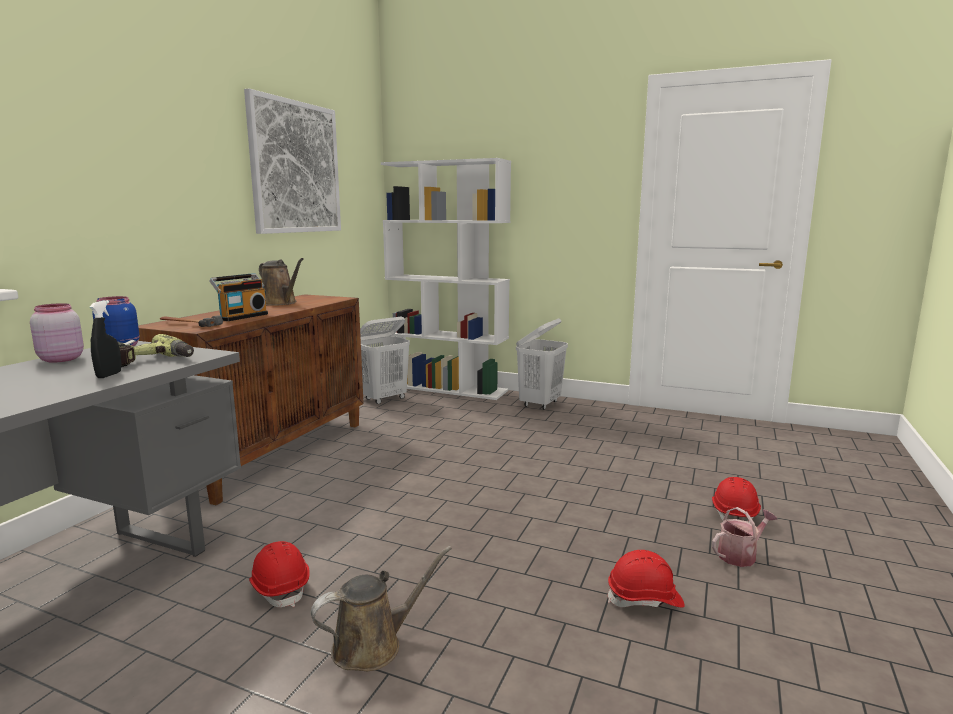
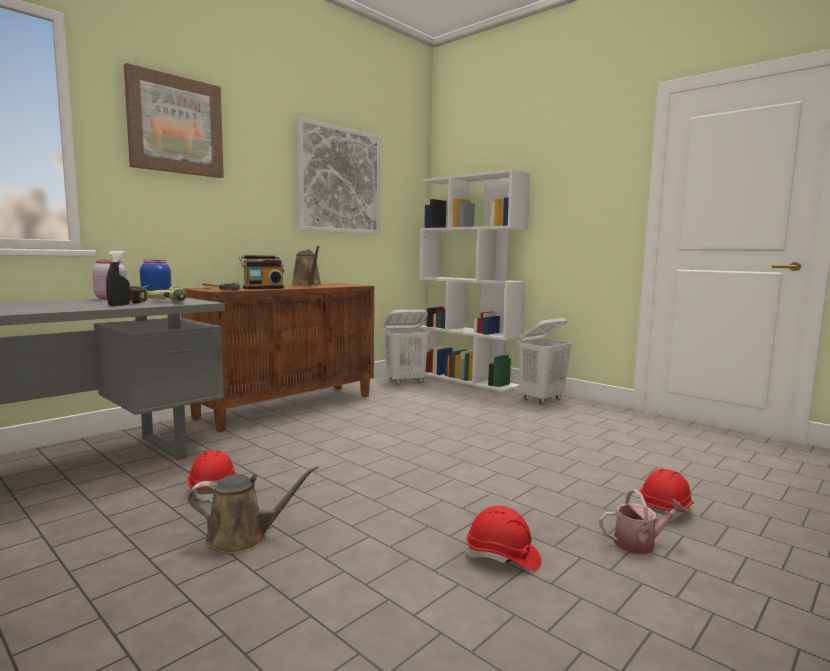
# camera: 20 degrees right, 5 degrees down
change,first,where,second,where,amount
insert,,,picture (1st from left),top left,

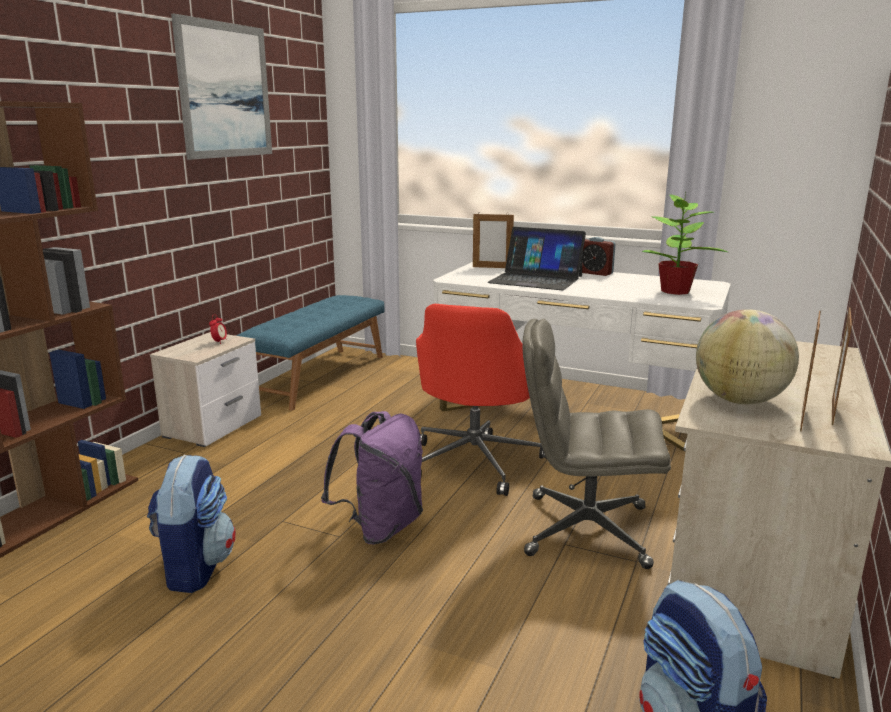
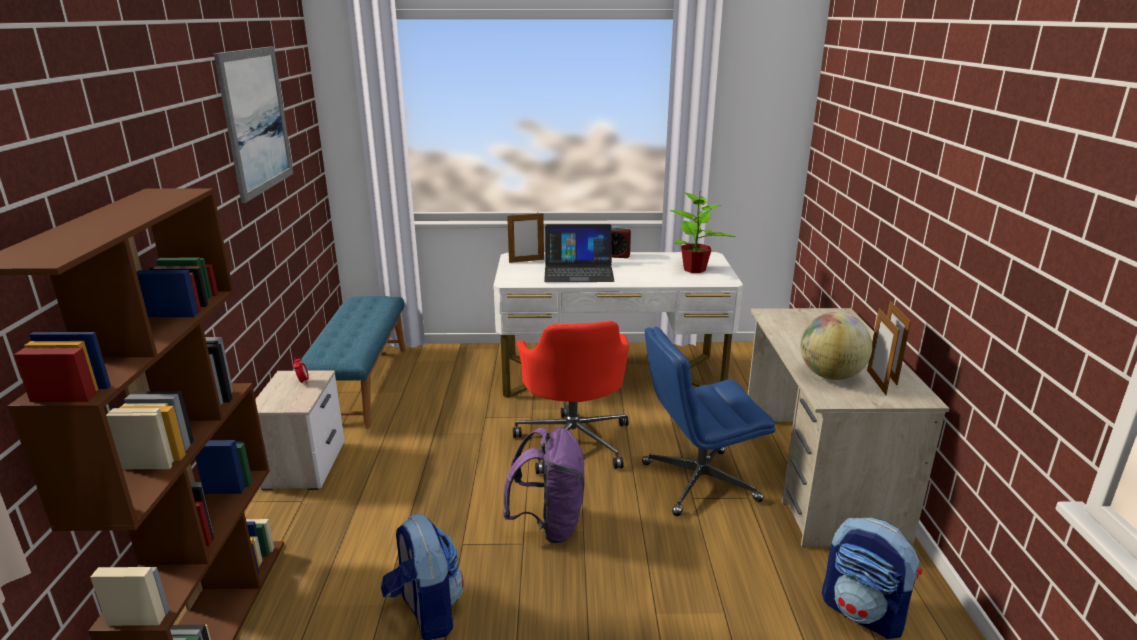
# camera: 25 degrees left, 5 degrees up
change,first,where,second,where,amount
recolor,grey office chair,middle right,blue office chair,centre,

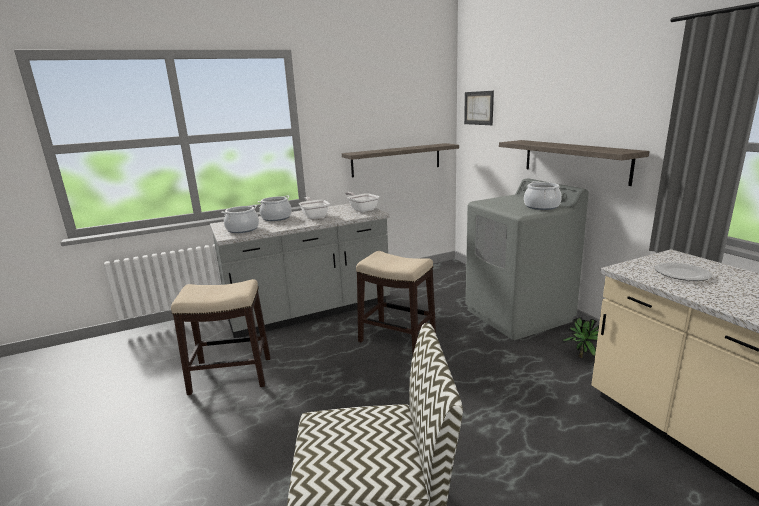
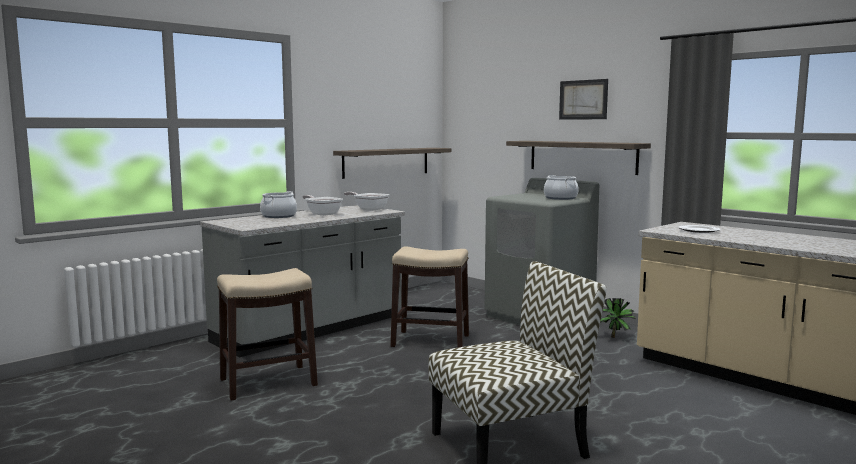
# camera: 20 degrees left, 10 degrees down
change,first,where,second,where,amount
delete,cooking pot (1st from left),middle left,,,
move,picture,top centre,,top right,

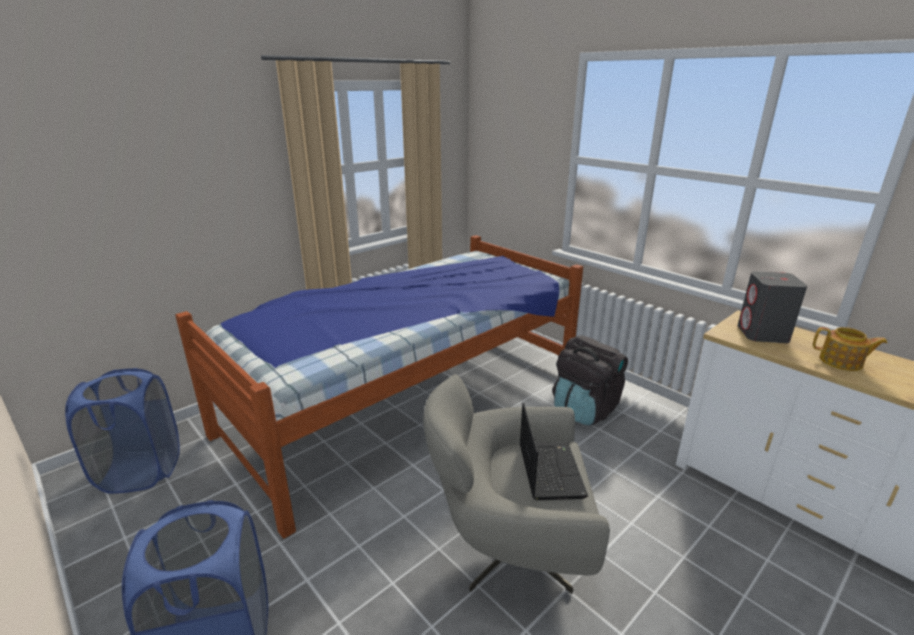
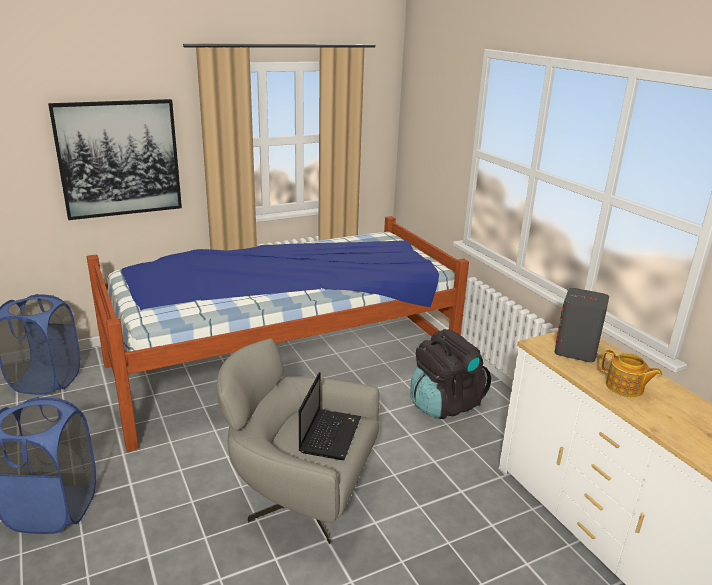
# camera: 15 degrees right, 0 degrees up
change,first,where,second,where,amount
insert,,,picture,top left,

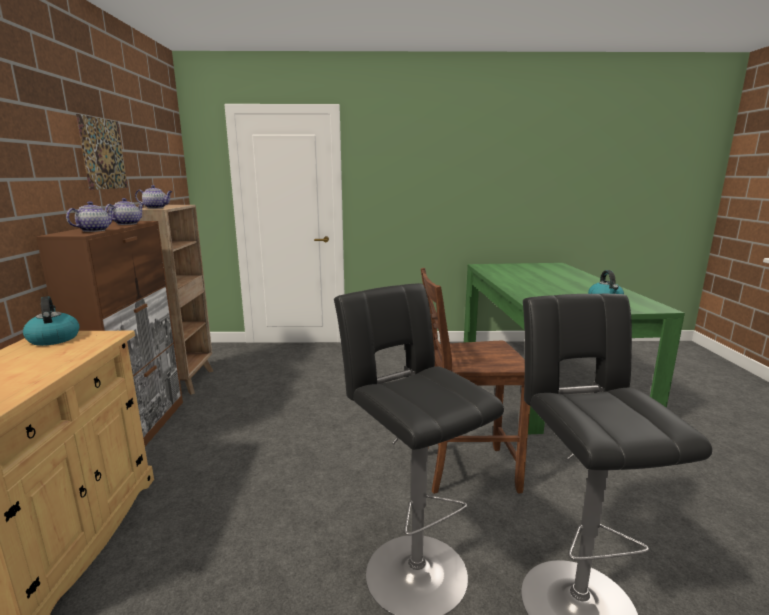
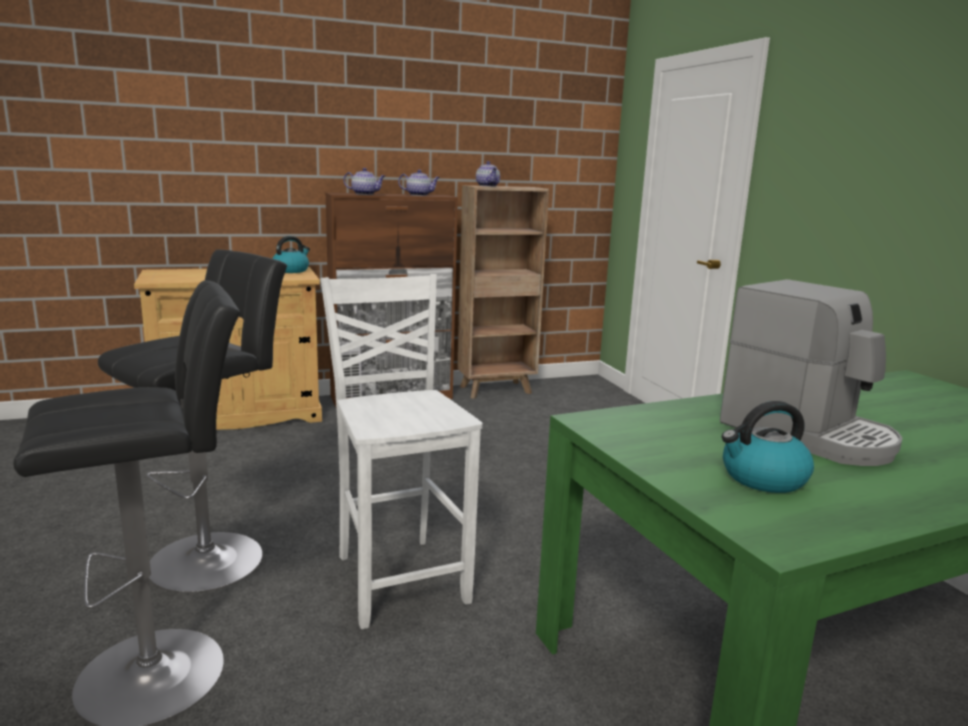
# camera: 70 degrees right, 0 degrees up
change,first,where,second,where,amount
delete,picture,top left,,,
insert,,,coffee machine,middle right,
recolor,brown chair,centre,white chair,centre,

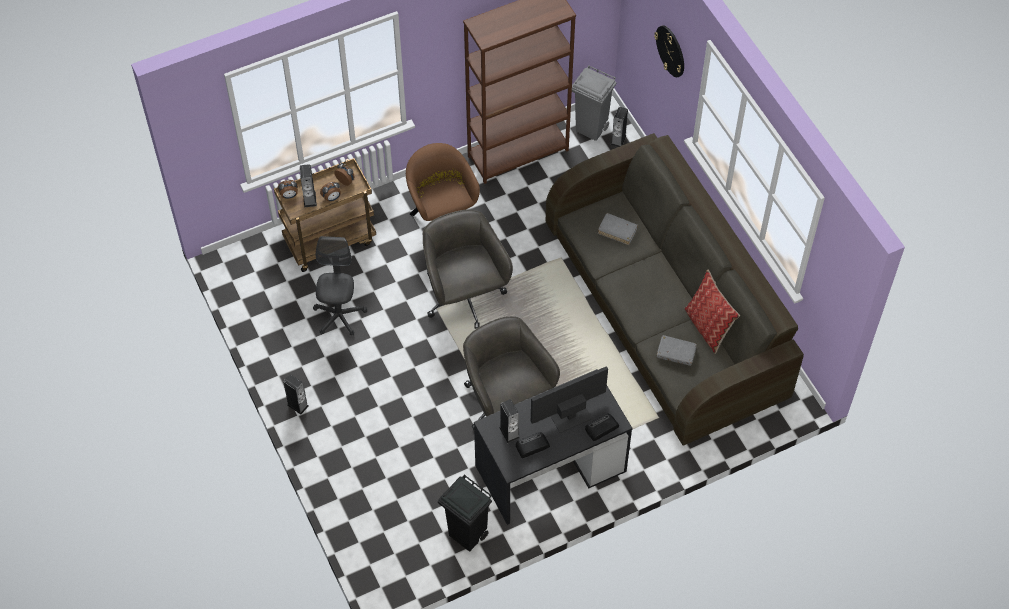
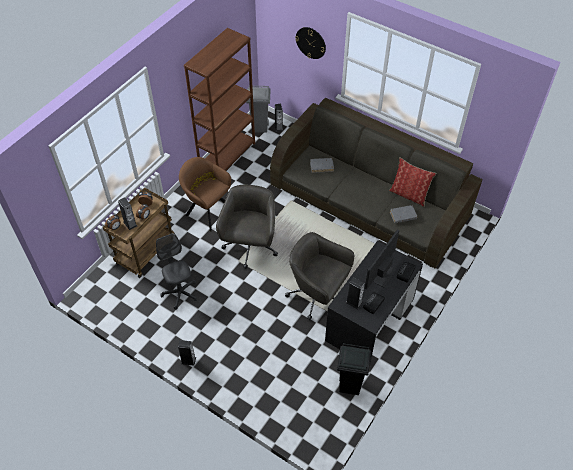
# camera: 30 degrees left, 5 degrees down
change,first,where,second,where,amount
rotate,grey office chair (2nd from left),centre,,centre,60 degrees clockwise

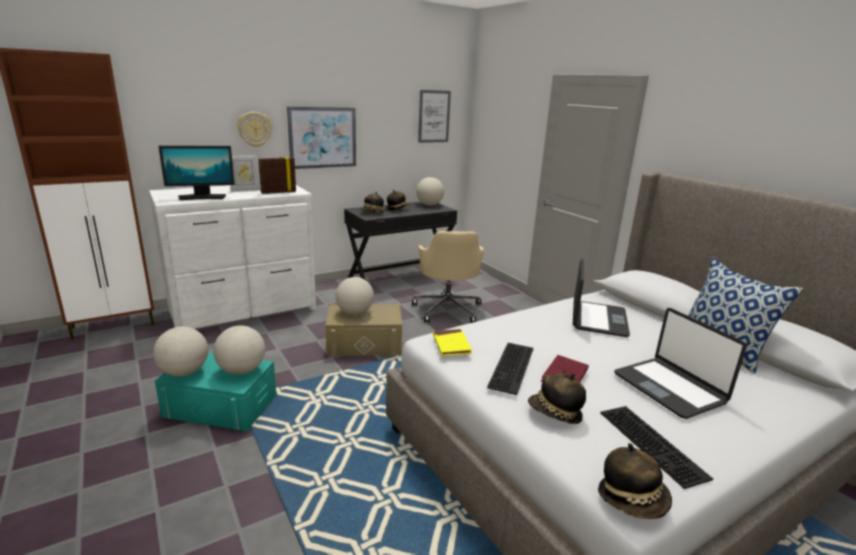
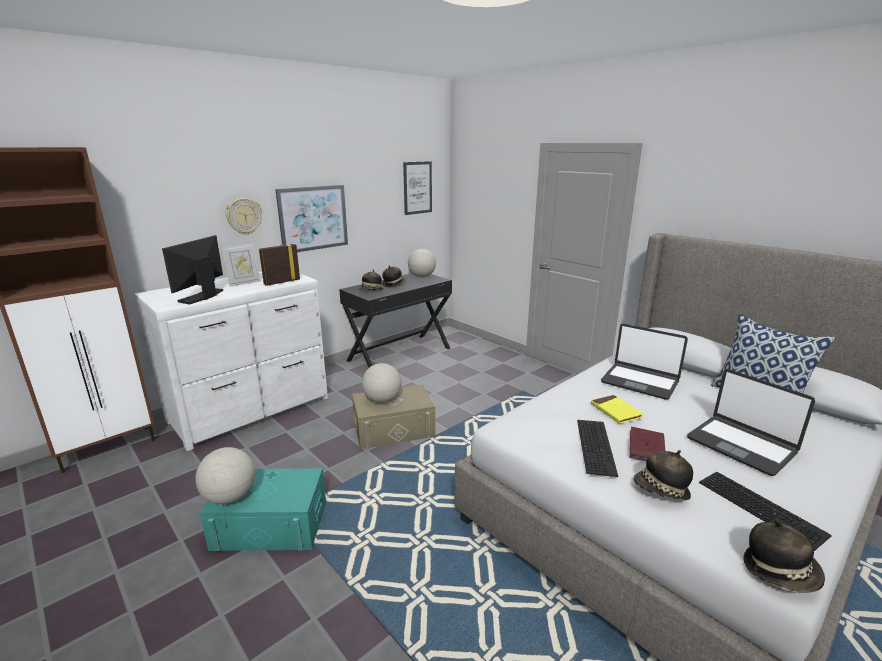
# camera: 10 degrees left, 0 degrees up
change,first,where,second,where,amount
delete,globe (2nd from left),middle left,,,
delete,beige office chair,centre,,,
move,yellow book,centre,,middle right,
rotate,monitor,top left,,middle left,135 degrees clockwise
rotate,laptop (1st from left),middle right,,middle right,120 degrees clockwise

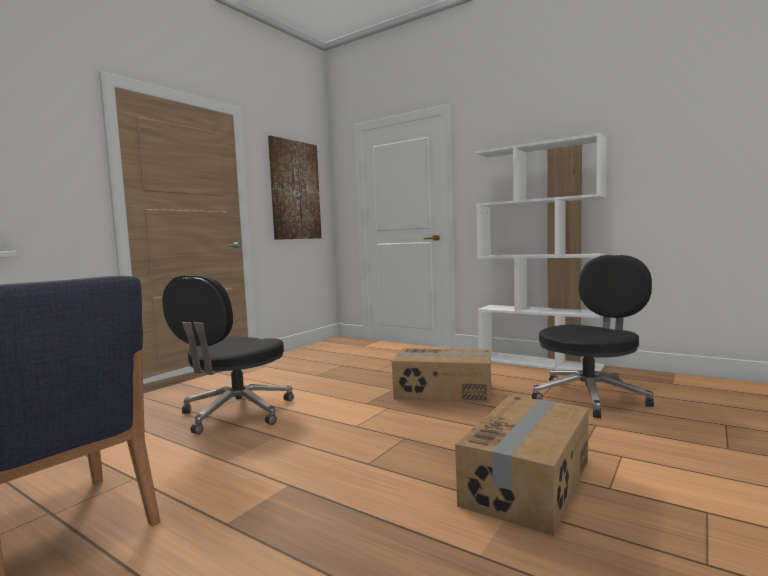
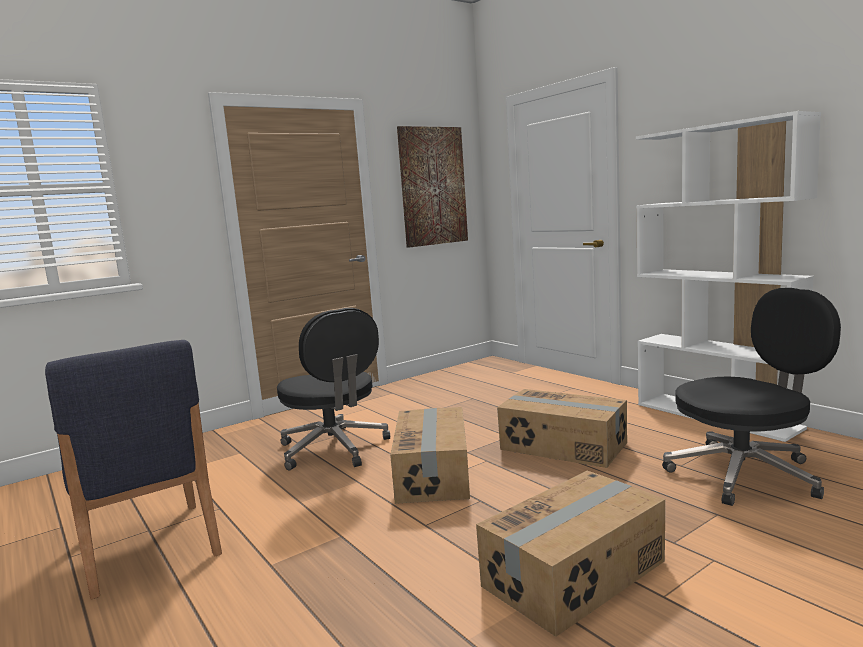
# camera: 20 degrees right, 5 degrees up
change,first,where,second,where,amount
insert,,,cardboard box (1st from left),bottom centre,
rotate,black office chair (1st from left),middle left,,centre,75 degrees counterclockwise

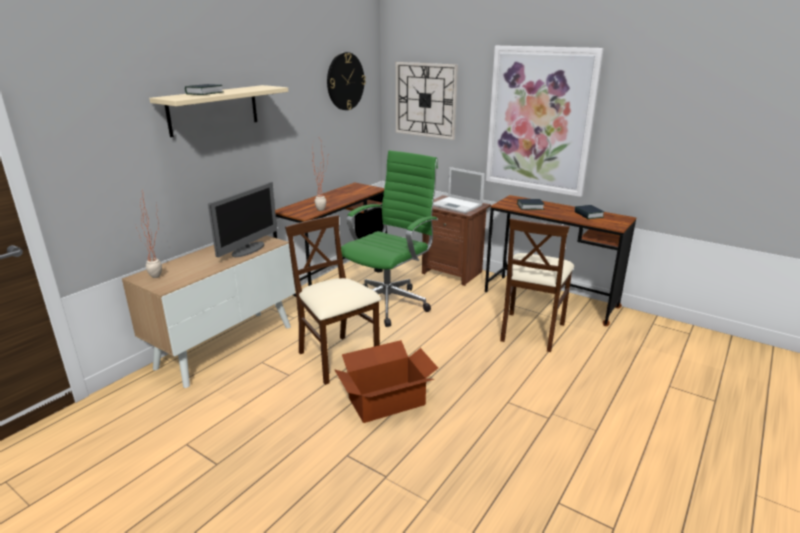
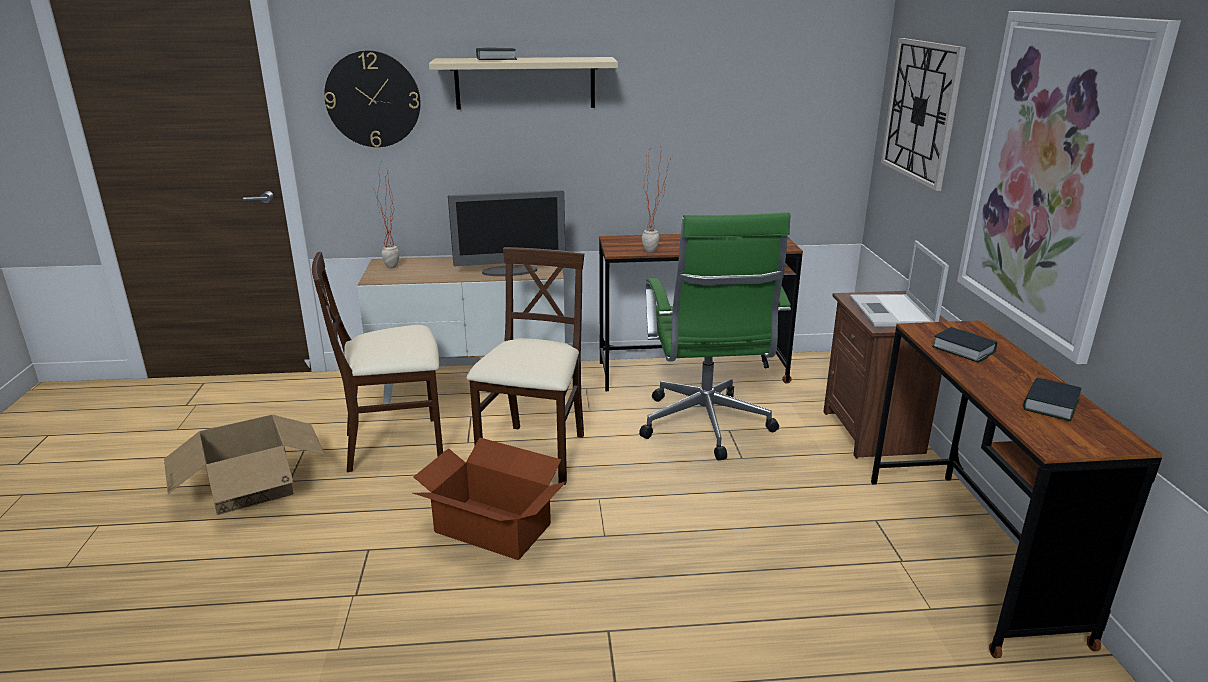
# camera: 50 degrees right, 0 degrees up
change,first,where,second,where,amount
insert,,,cardboard box (1st from left),bottom left,
move,wall clock (1st from left),top centre,,top left,
move,beige chair (2nd from left in the first image),middle right,beige chair (1st from left),middle left,
rotate,green office chair,centre,,centre,90 degrees clockwise

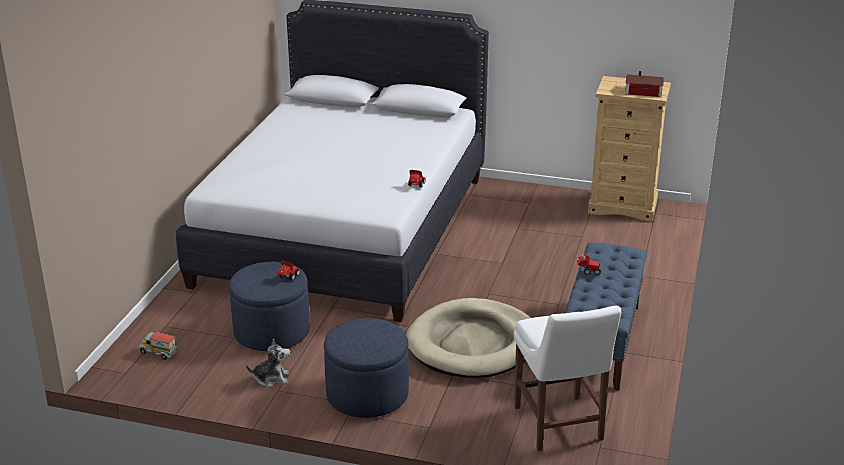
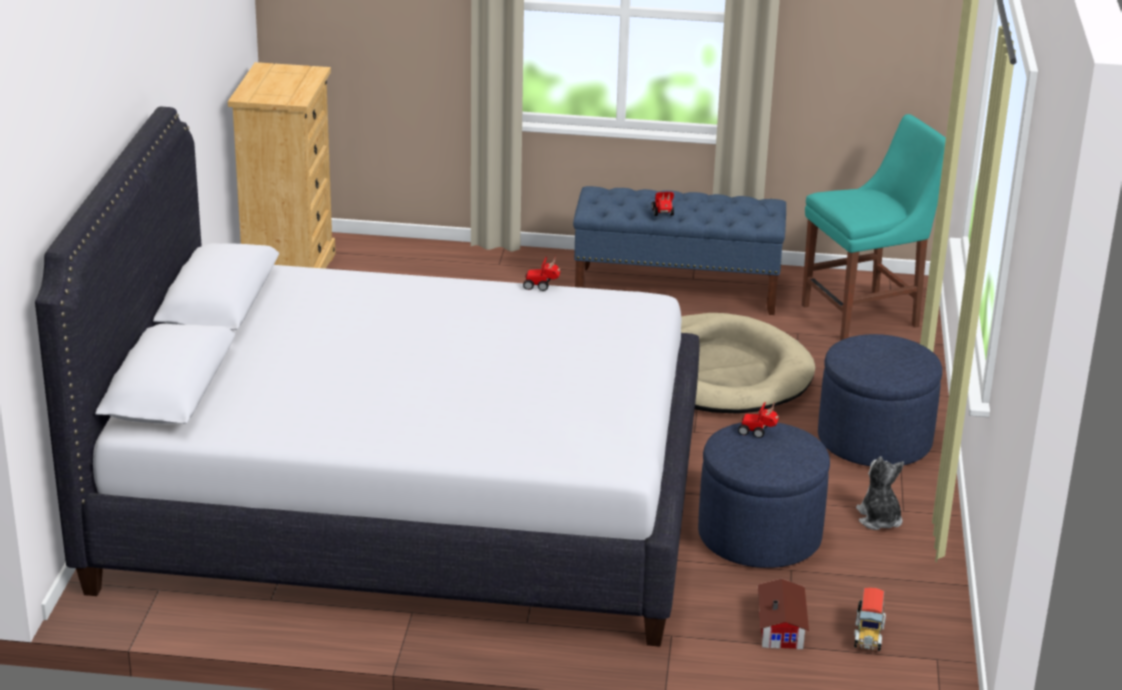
# camera: 100 degrees left, 0 degrees up
change,first,where,second,where,amount
move,toy house,top right,,bottom right,
recolor,white chair,bottom right,turquoise chair,top right,

